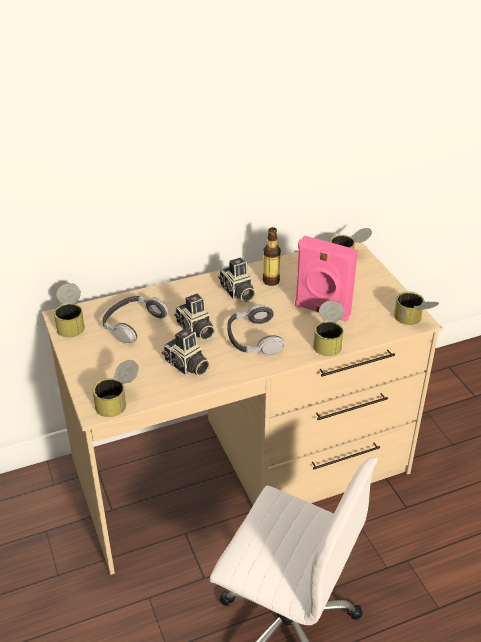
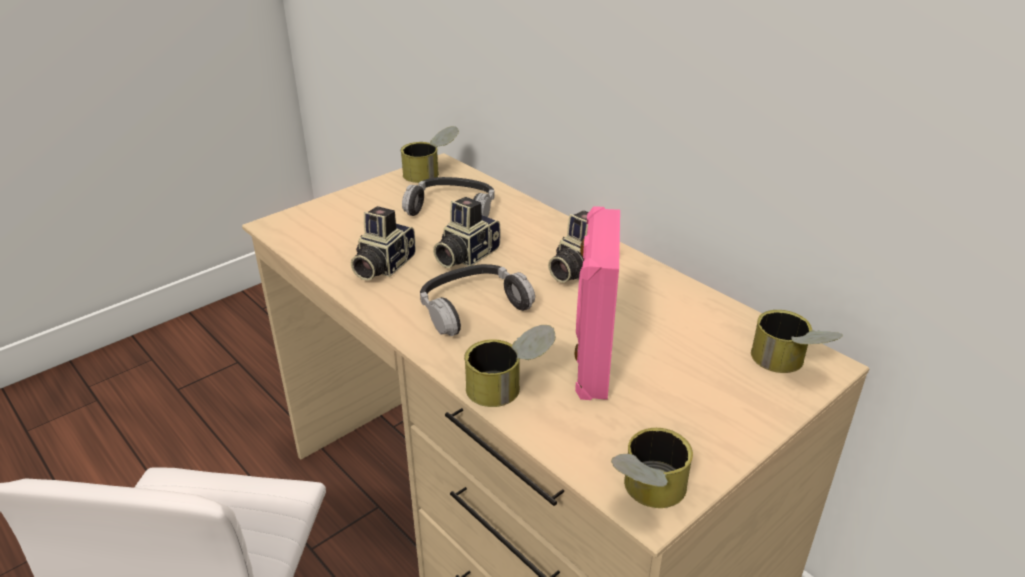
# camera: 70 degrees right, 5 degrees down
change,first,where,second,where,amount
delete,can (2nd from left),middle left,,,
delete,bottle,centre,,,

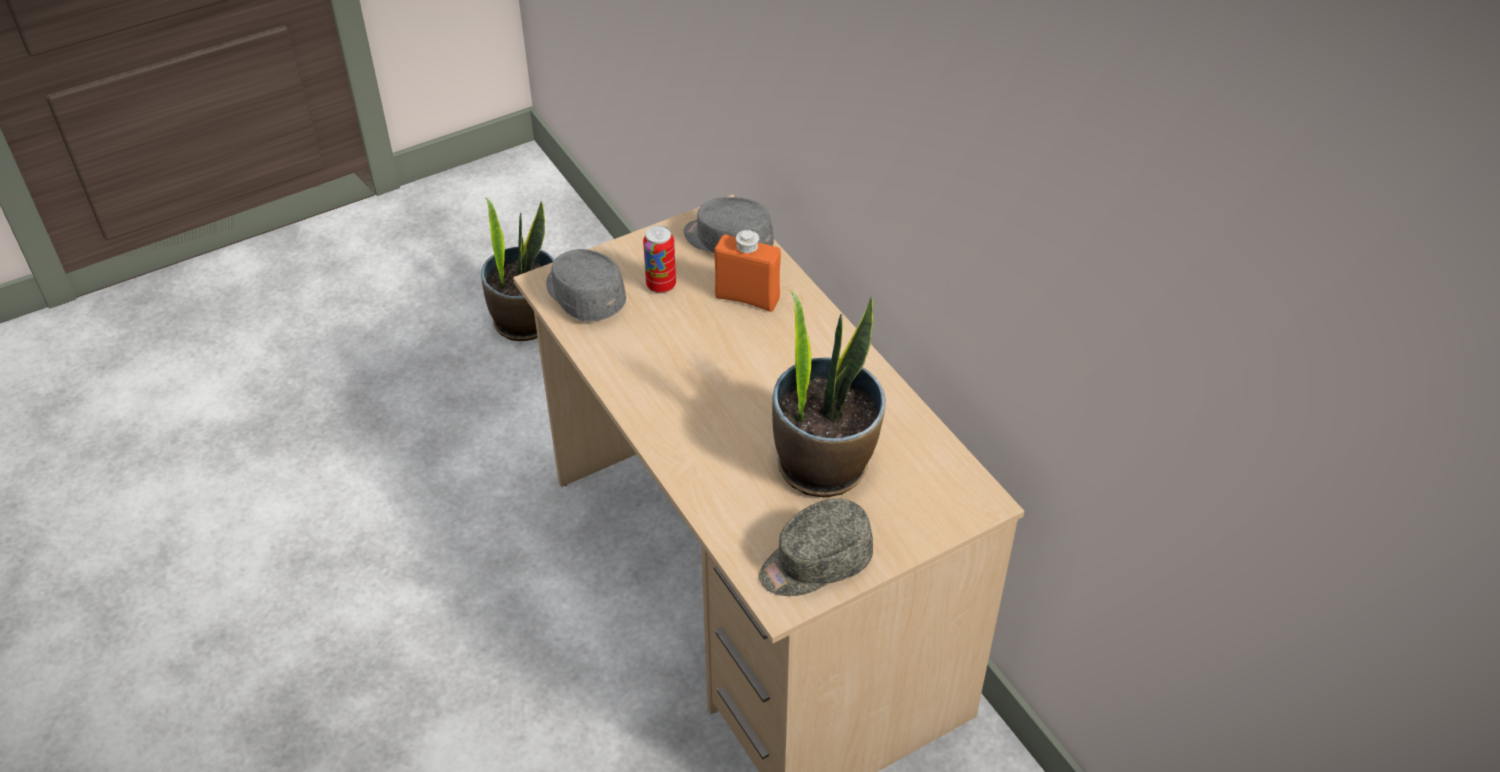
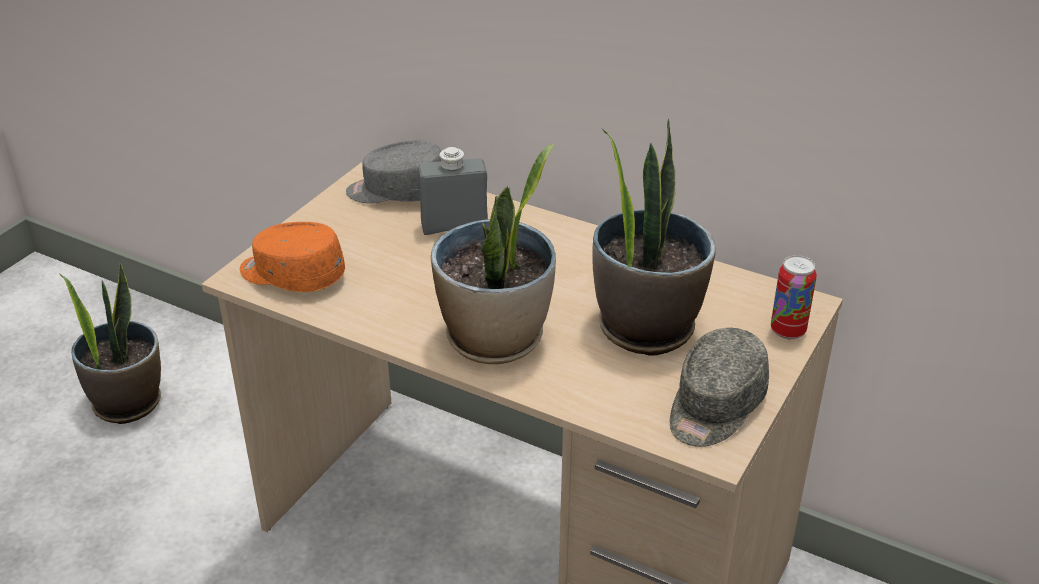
# camera: 30 degrees left, 10 degrees down
change,first,where,second,where,amount
insert,,,potted plant (2nd from left),centre,
move,can,centre,,middle right,
recolor,grey cap (1st from left),centre,orange cap,middle left,
recolor,orange bottle,centre,grey bottle,top centre,

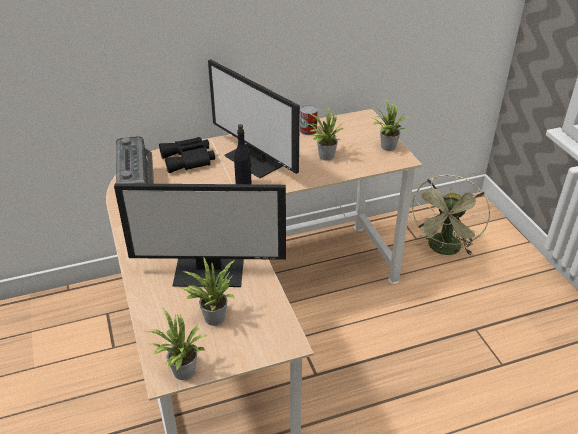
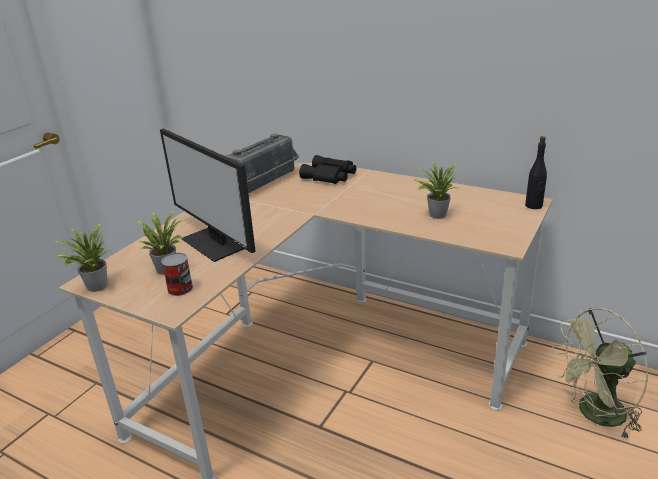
# camera: 50 degrees right, 10 degrees down
change,first,where,second,where,amount
delete,monitor (2nd from left),top centre,,,
delete,potted plant (4th from left),top right,,,
move,black bottle,centre,,middle right,
move,can,top centre,,middle left,

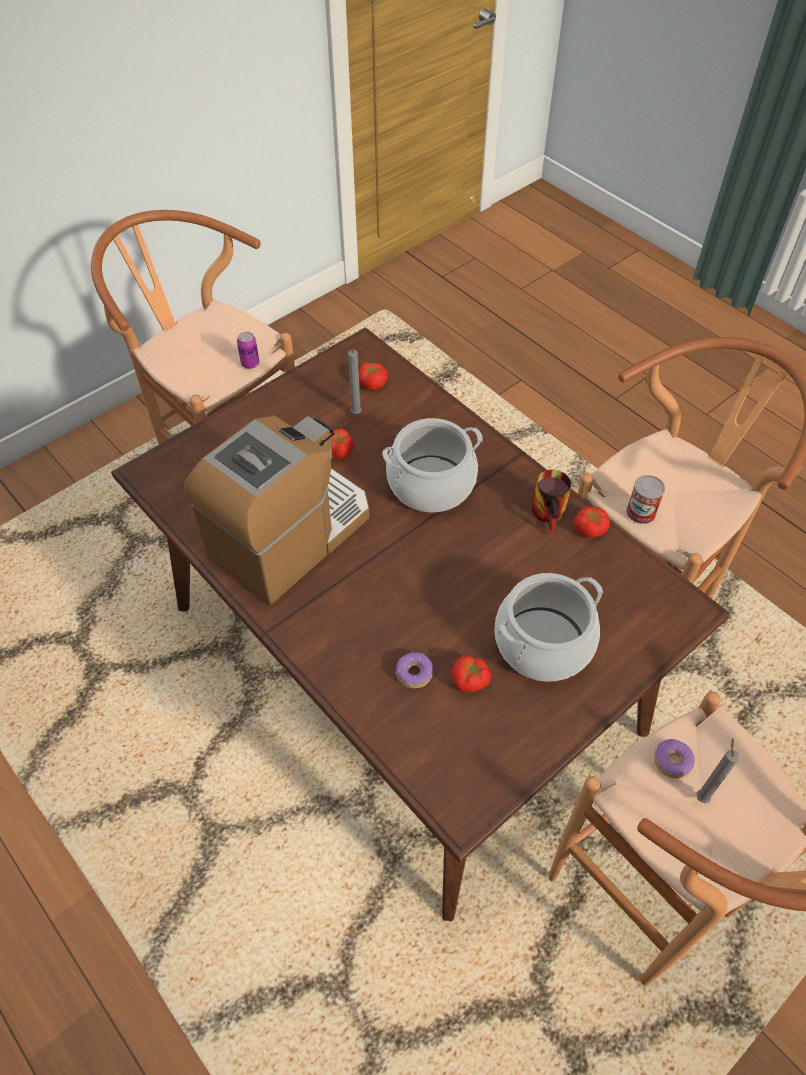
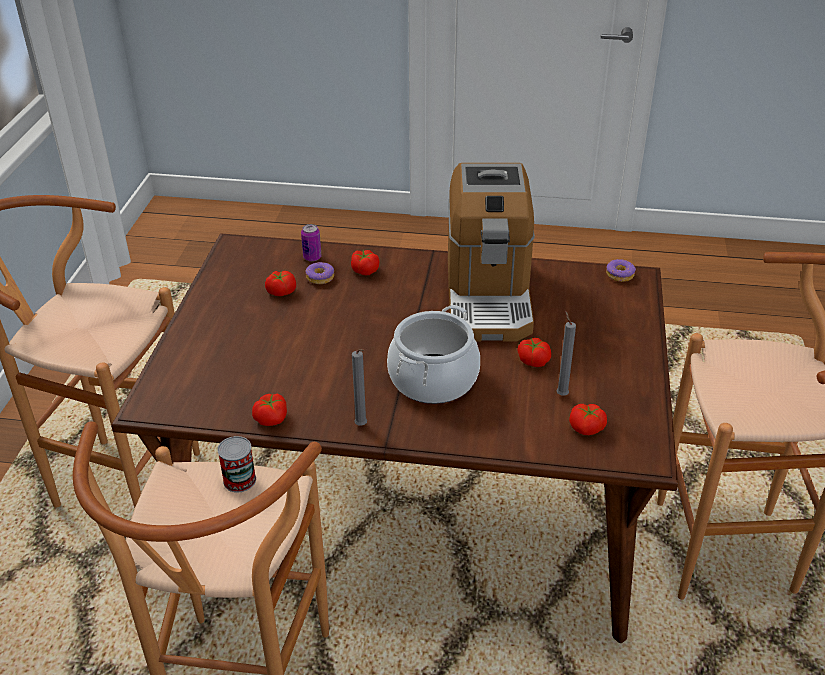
# camera: 140 degrees right, 15 degrees down
change,first,where,second,where,amount
delete,cooking pot (2nd from left),middle right,,,
delete,mug,middle right,,,
insert,,,tomato (3rd from left),centre,
move,can (1st from left in the first image),top left,can (2nd from left),centre,
move,donut (2nd from left),bottom right,,middle right,
move,grey candle (2nd from left in the first image),bottom right,grey candle (1st from left),centre,

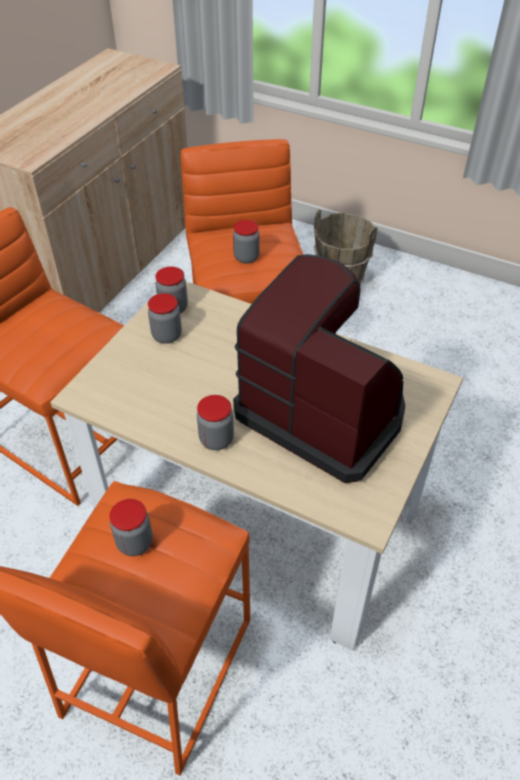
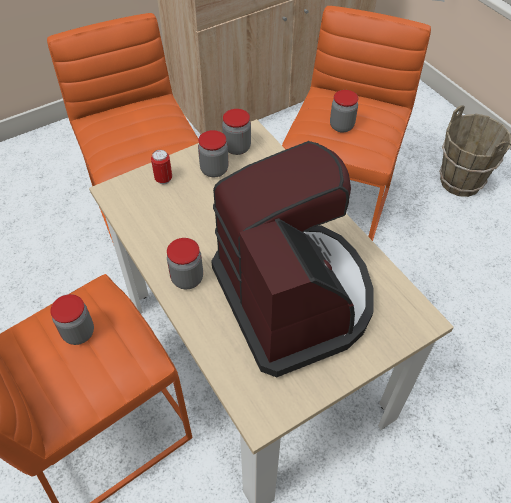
# camera: 30 degrees right, 5 degrees up
change,first,where,second,where,amount
insert,,,can,top left,

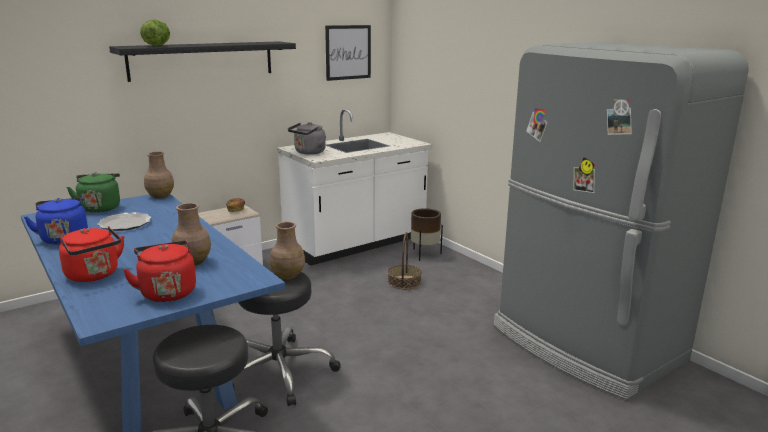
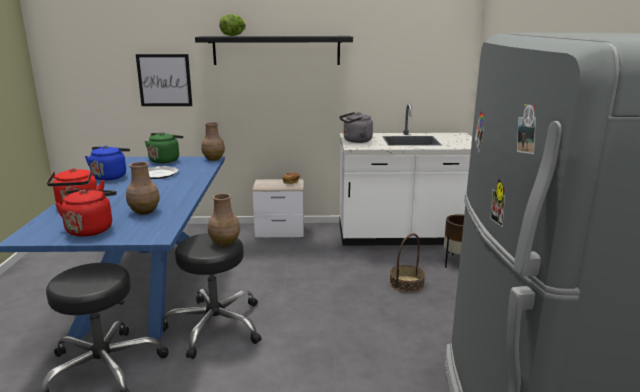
# camera: 35 degrees right, 0 degrees up
change,first,where,second,where,amount
move,picture,top centre,,top left,

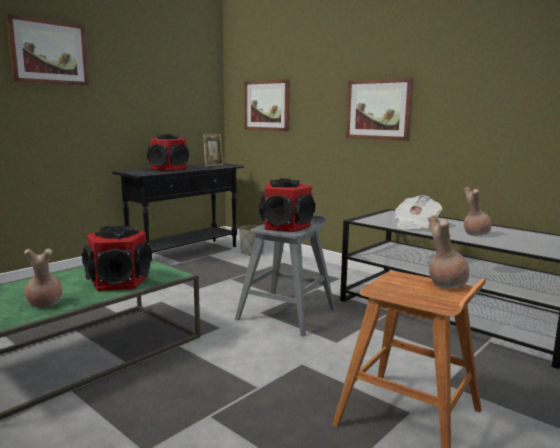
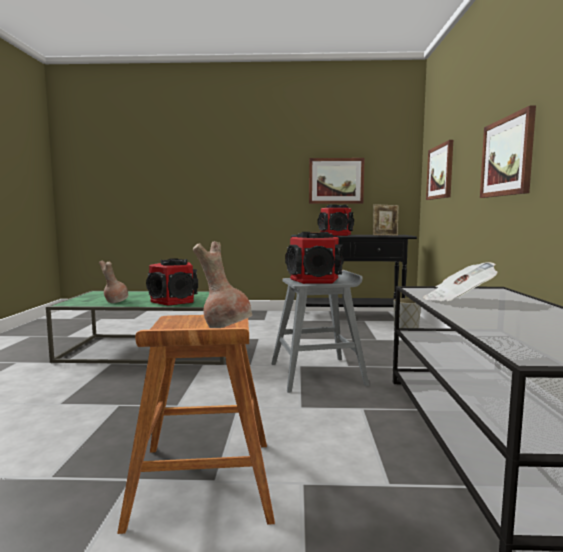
# camera: 50 degrees right, 5 degrees down
change,first,where,second,where,amount
delete,brown vase (3rd from left),middle right,,,
move,picture (1st from left),top left,,top centre,

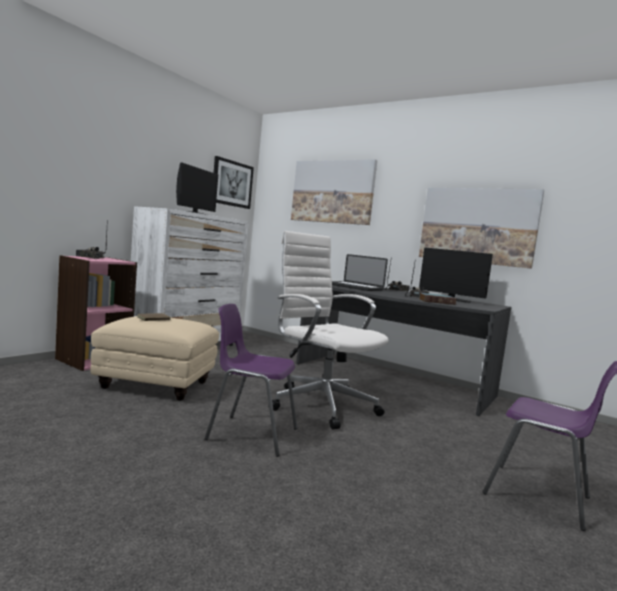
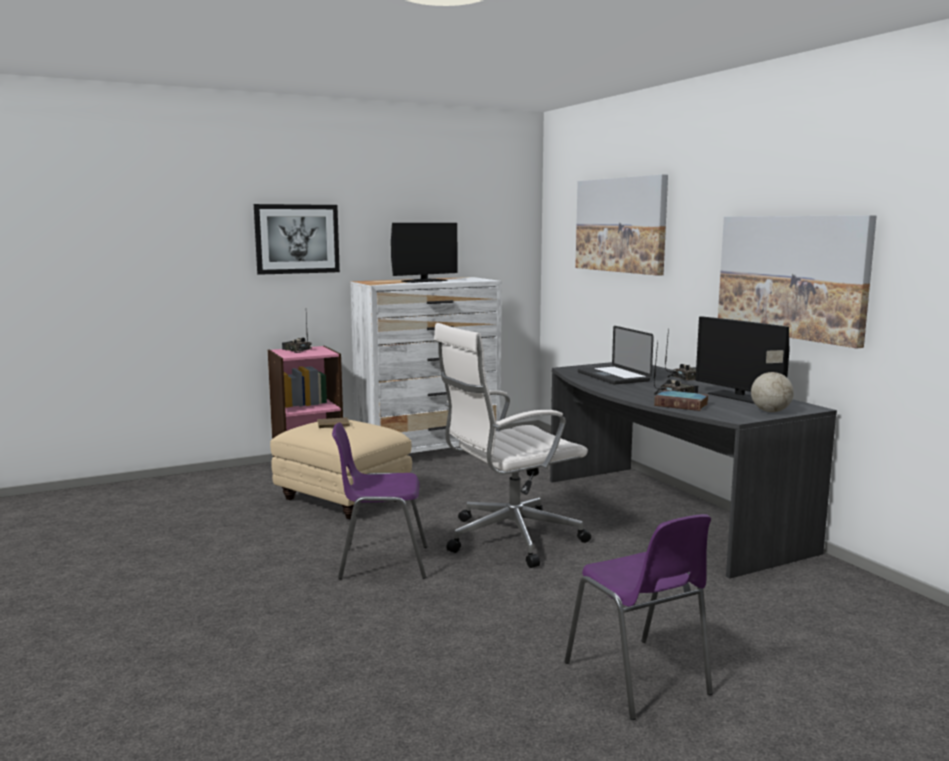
# camera: 30 degrees right, 5 degrees up
change,first,where,second,where,amount
insert,,,globe,middle right,
move,picture (1st from left),top centre,,top left,
rotate,purple chair (1st from left),centre,,centre,45 degrees counterclockwise
rotate,white office chair,centre,,centre,105 degrees counterclockwise

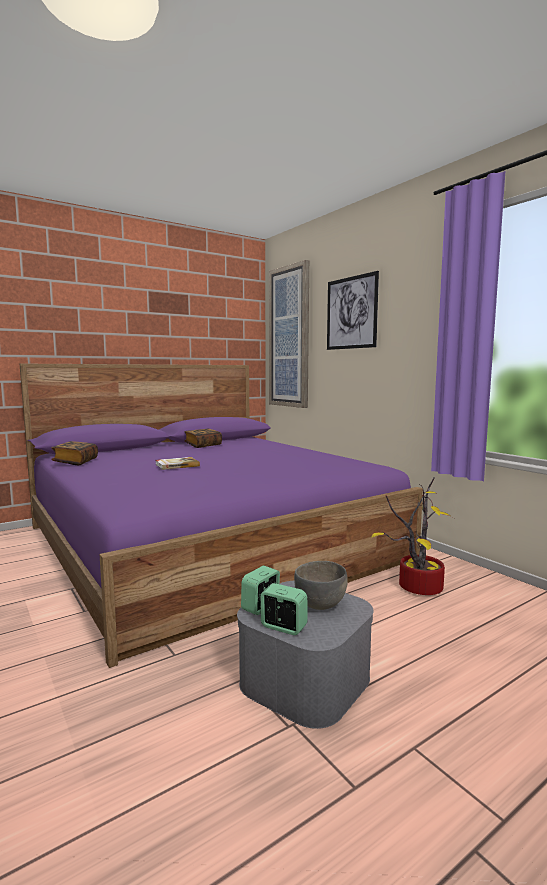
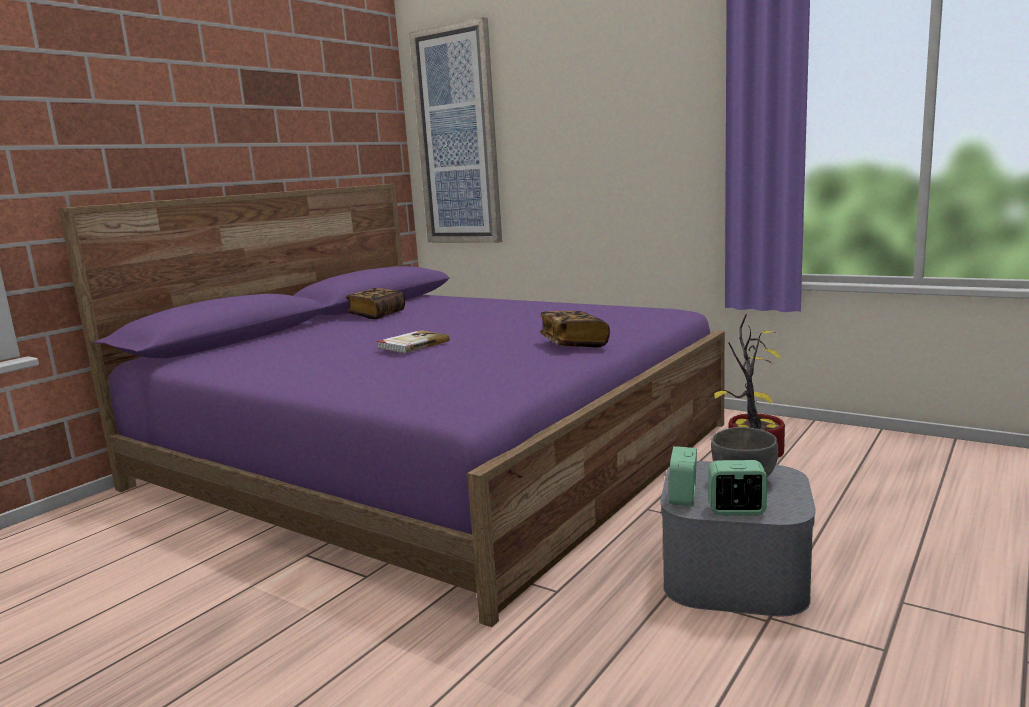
# camera: 20 degrees left, 5 degrees up
change,first,where,second,where,amount
delete,picture (2nd from left),centre,,,
move,book (1st from left in the first image),middle left,book (3rd from left),centre,

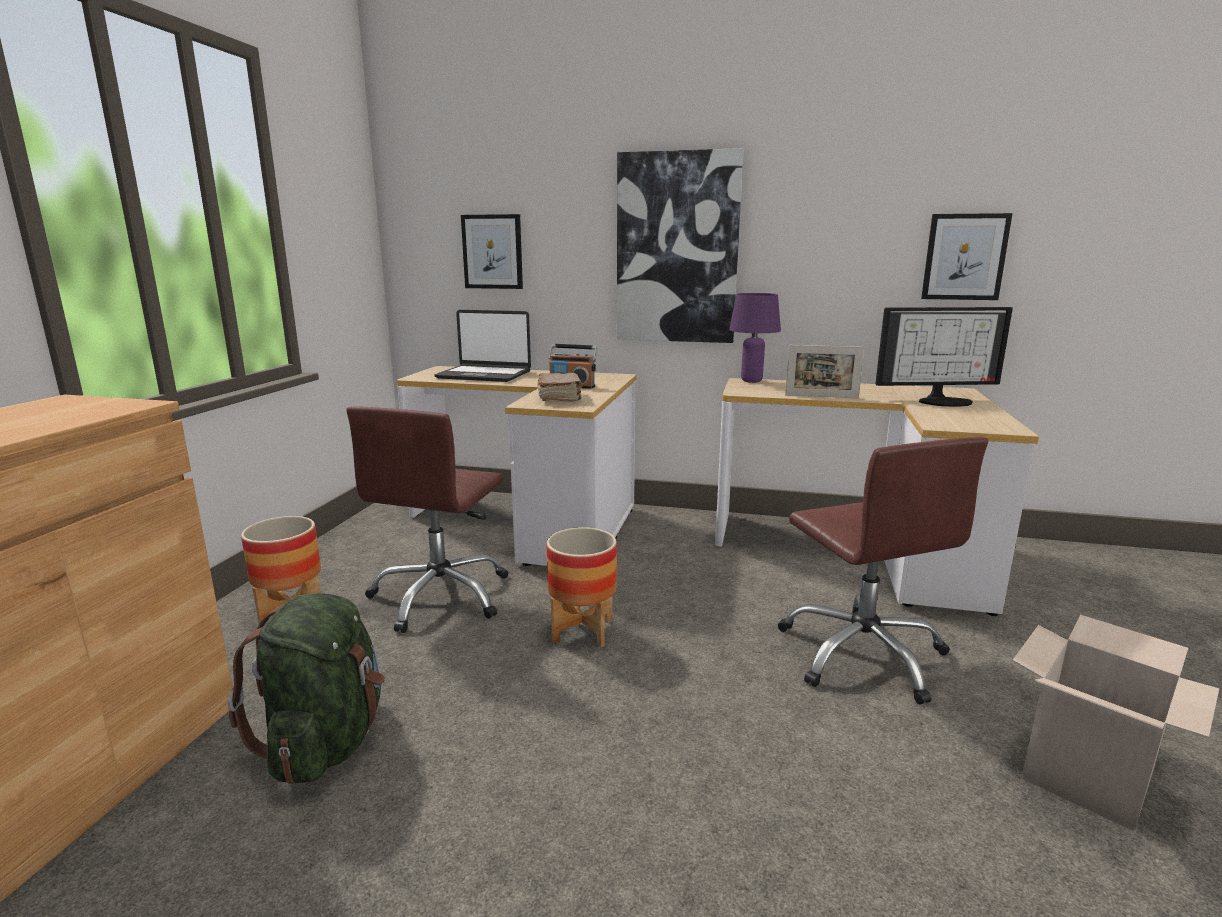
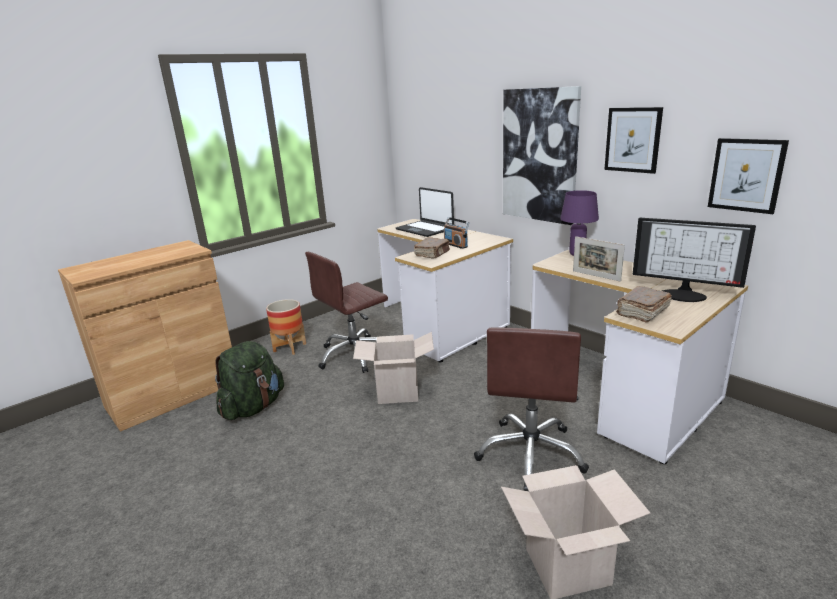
# camera: 35 degrees right, 5 degrees up
change,first,where,second,where,amount
insert,,,brown book (2nd from left),middle right,
move,picture (1st from left in the first image),top centre,picture (2nd from left),top right,
replace,planter (2nd from left),centre,cardboard box (1st from left),centre,

